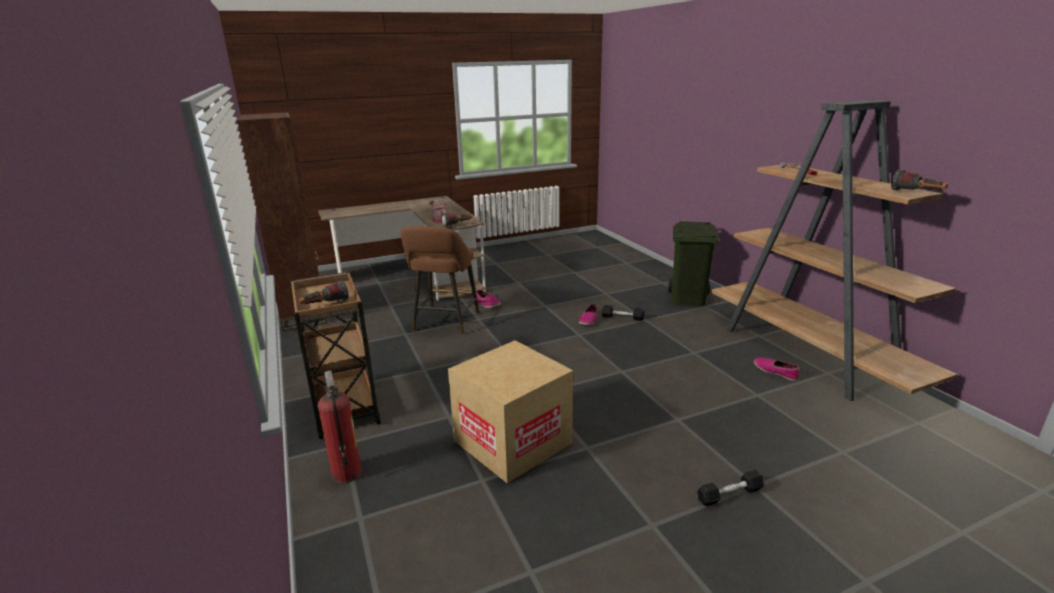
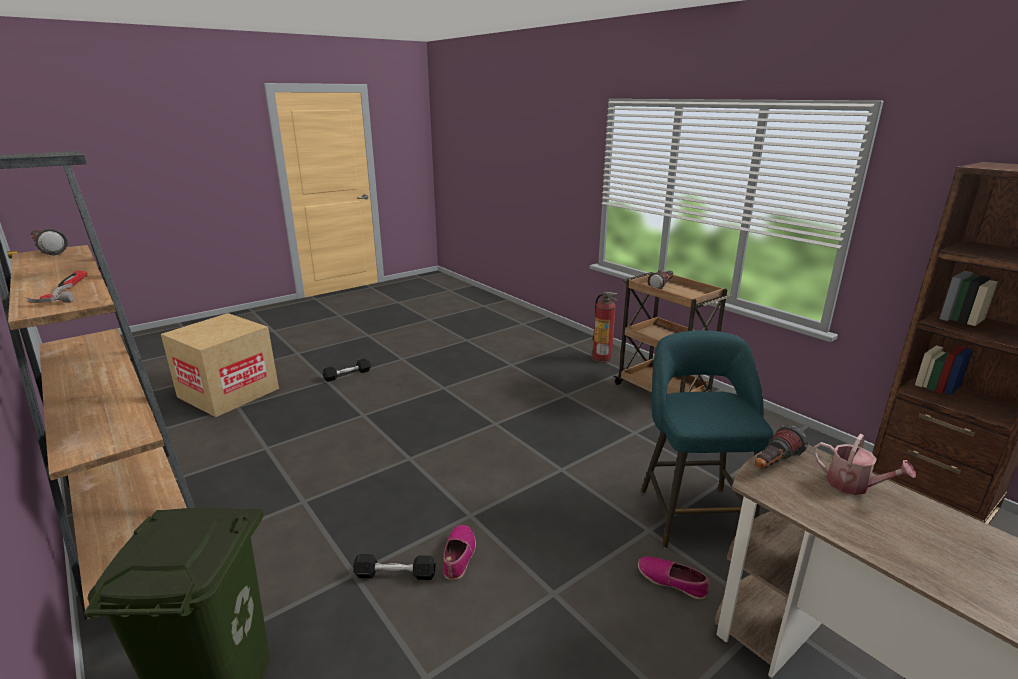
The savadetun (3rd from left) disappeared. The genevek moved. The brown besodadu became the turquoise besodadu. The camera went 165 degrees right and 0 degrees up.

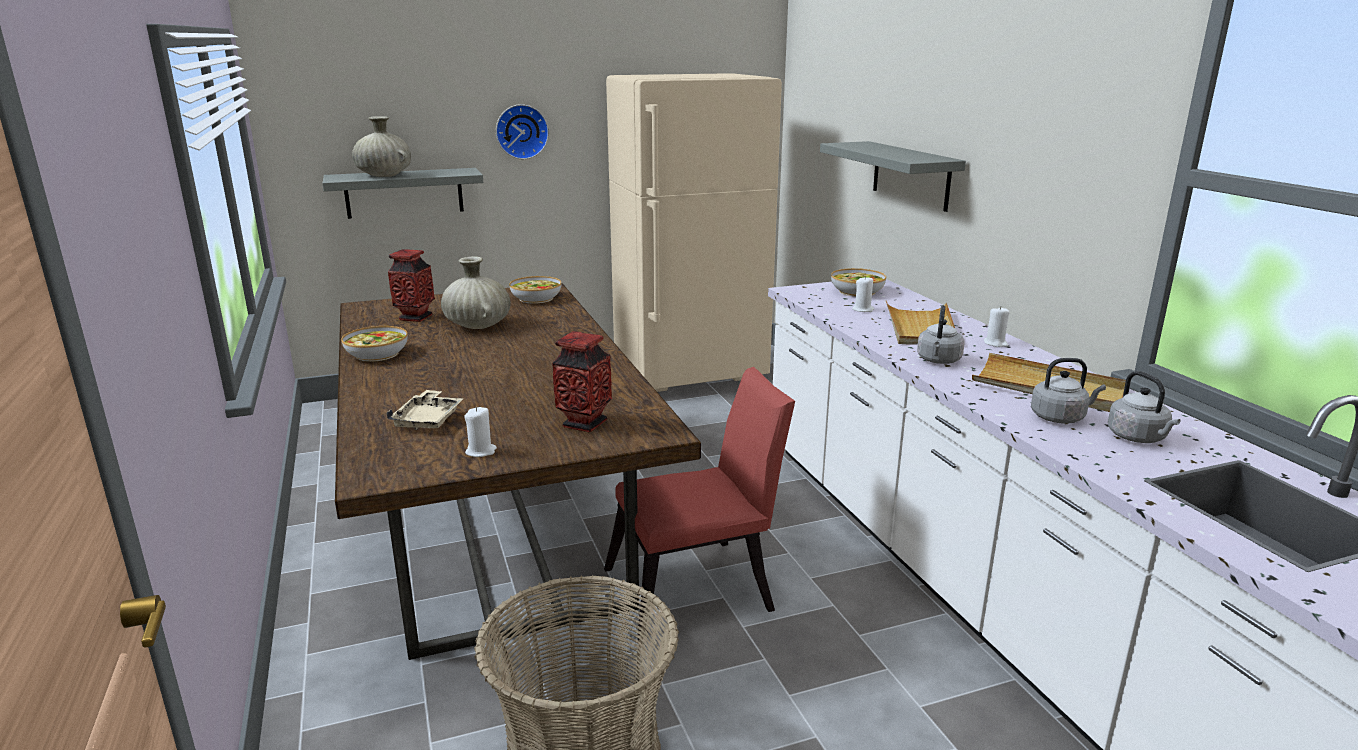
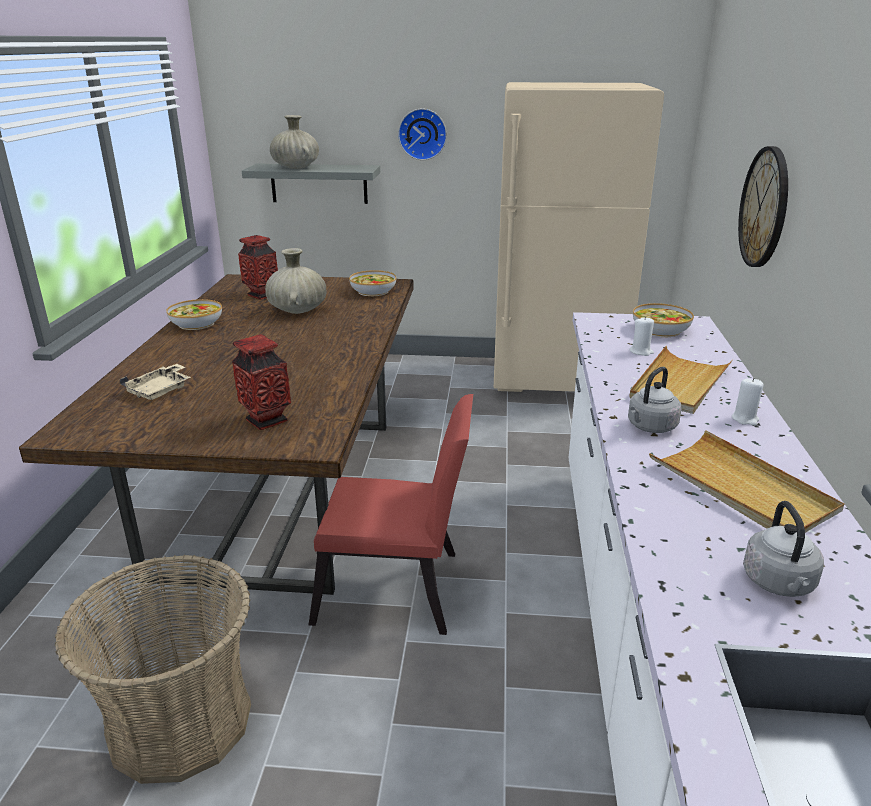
The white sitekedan (1st from left) disappeared. The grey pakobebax (2nd from left) disappeared. The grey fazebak (2nd from left) was replaced by the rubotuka (2nd from left). The camera went 25 degrees right and 5 degrees up.

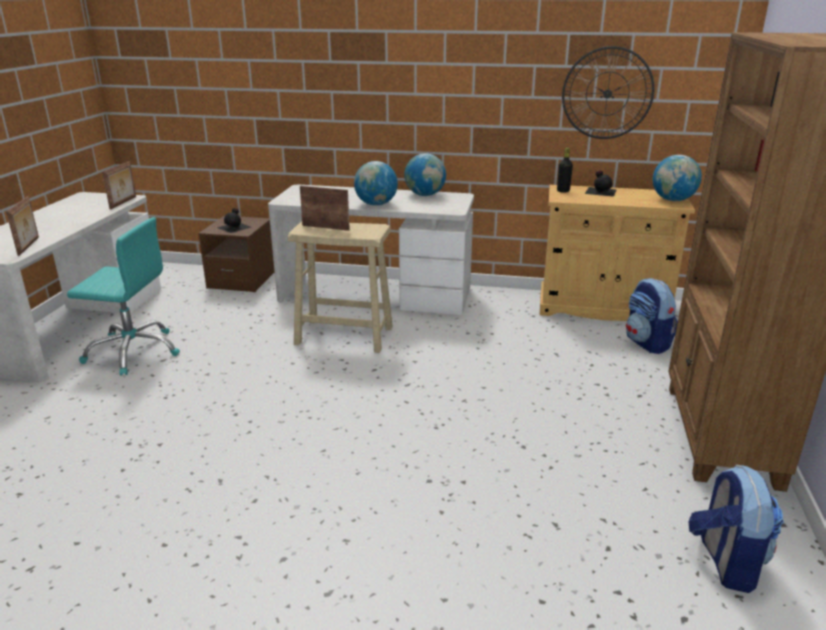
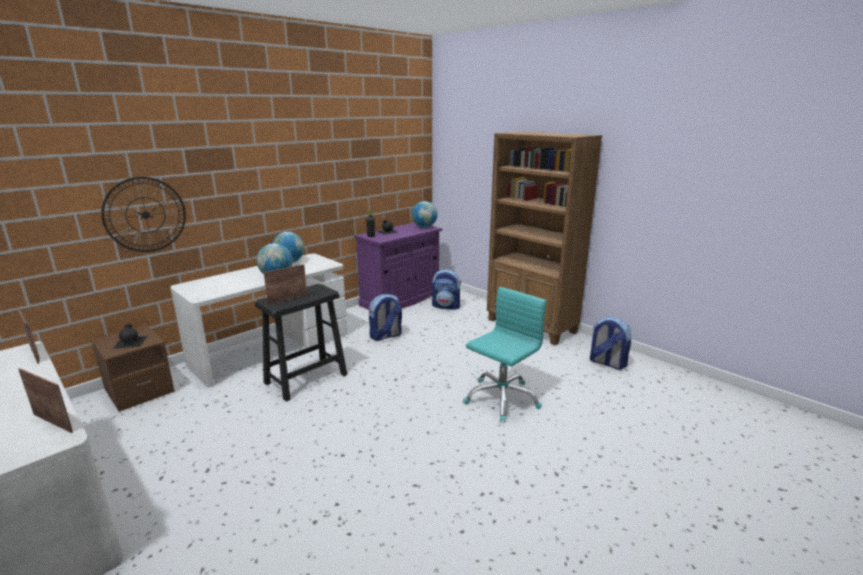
The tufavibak (1st from left) appeared. The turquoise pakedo moved. The rubotuka moved. The beige besodadu became the black besodadu. The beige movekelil became the purple movekelil. The camera went 55 degrees left and 5 degrees down.

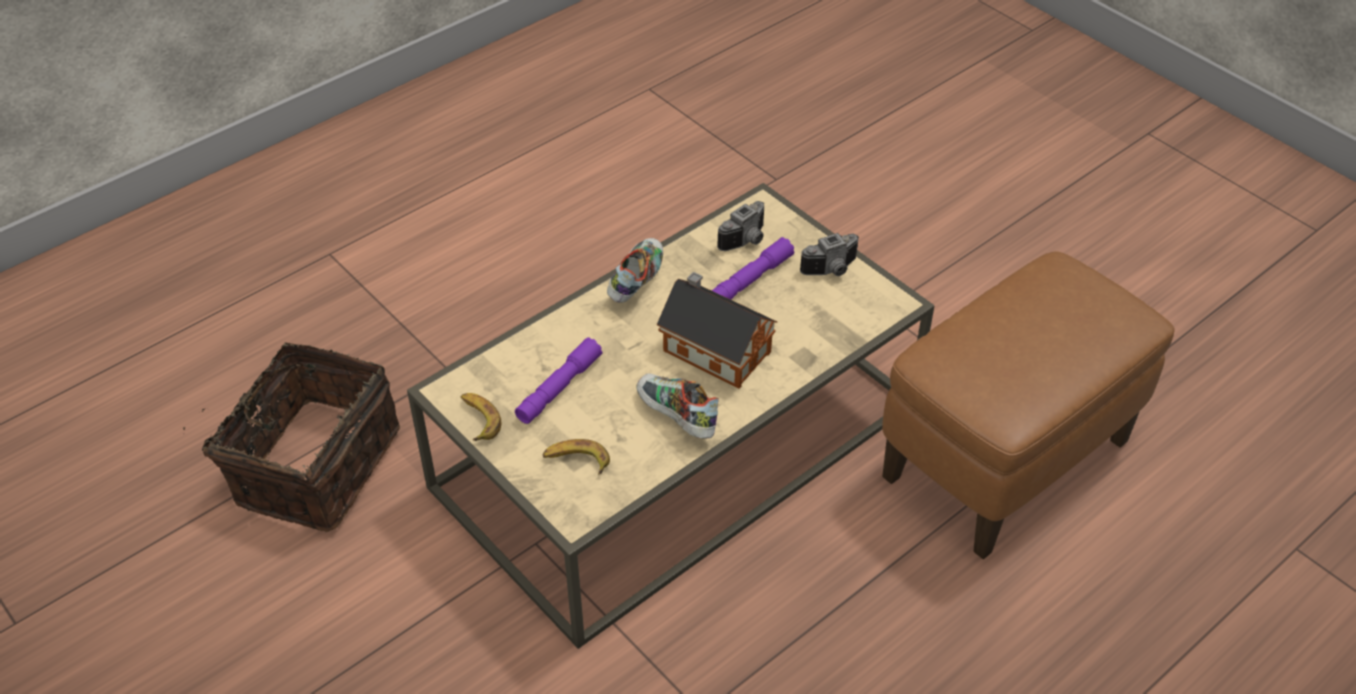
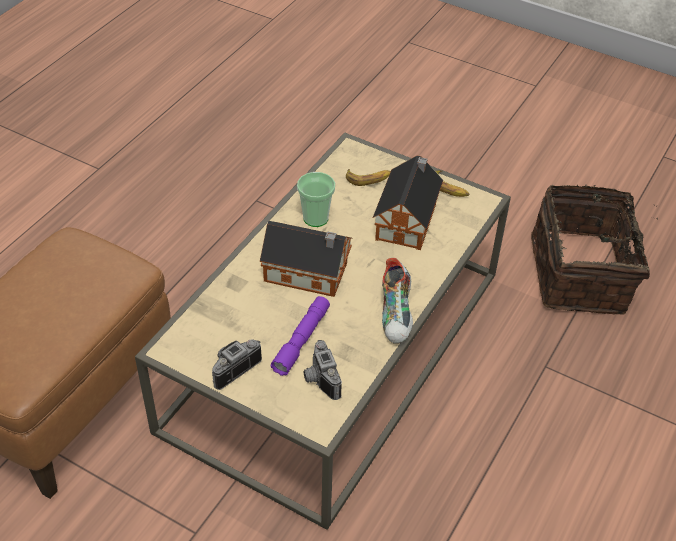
The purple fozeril (1st from left) was replaced by the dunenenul (2nd from left). The savadetun (2nd from left) was replaced by the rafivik. The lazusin (1st from left in the first image) turned 45 degrees counterclockwise. The camera went 160 degrees right and 0 degrees up.

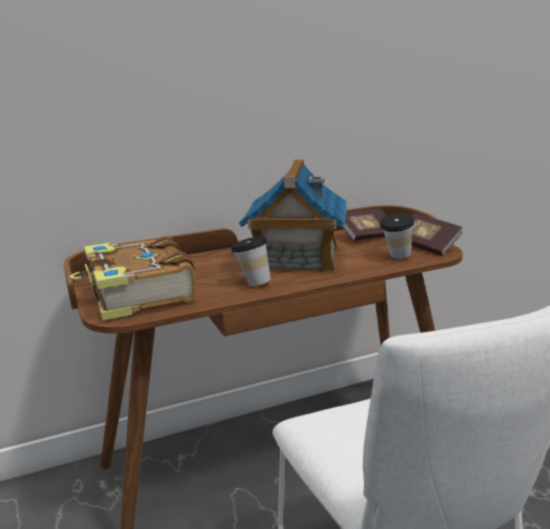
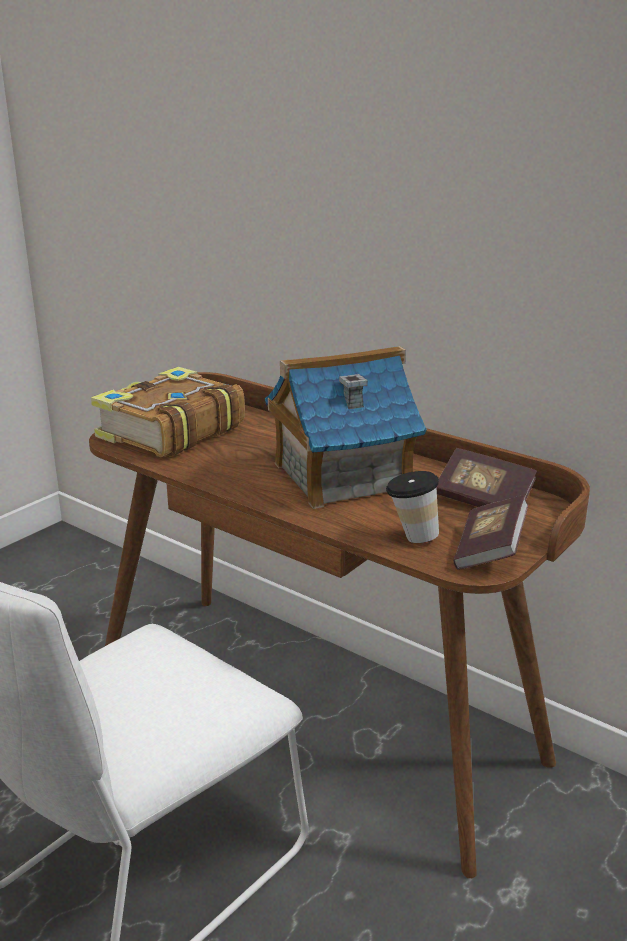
The rafivik (1st from left) disappeared. The camera went 60 degrees right and 5 degrees up.

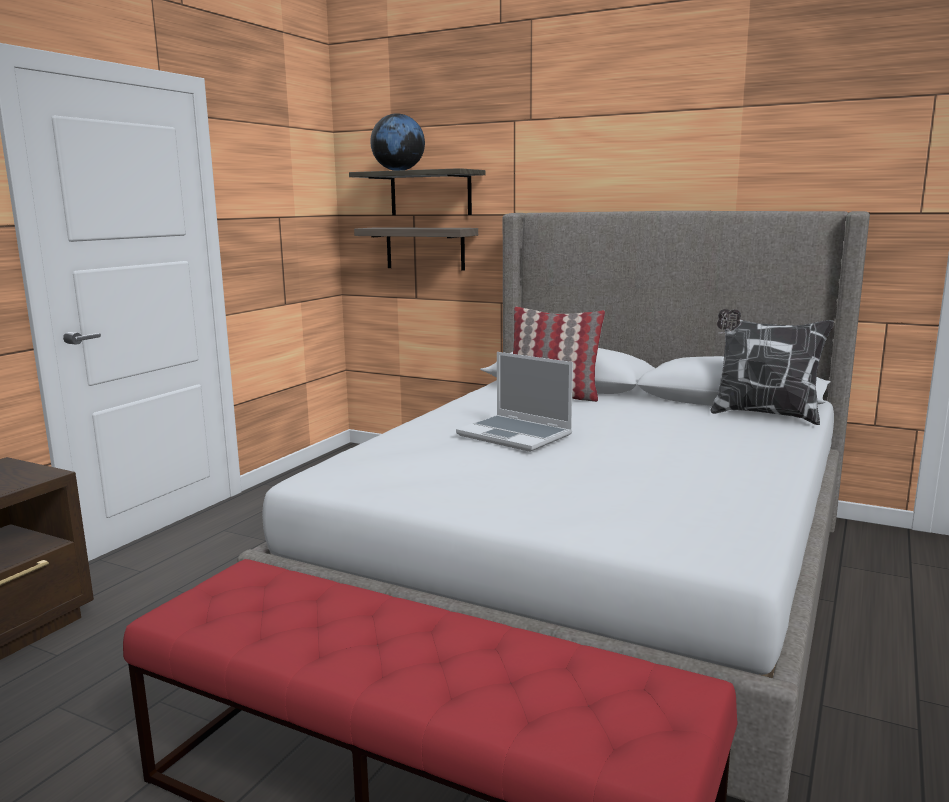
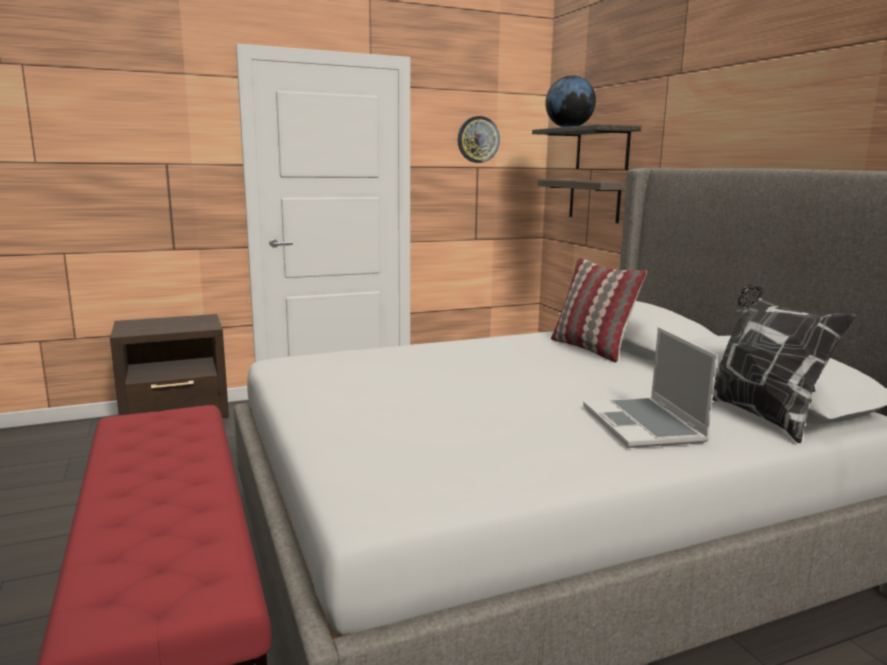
The rubotuka appeared. The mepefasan moved. The camera went 40 degrees right and 0 degrees up.

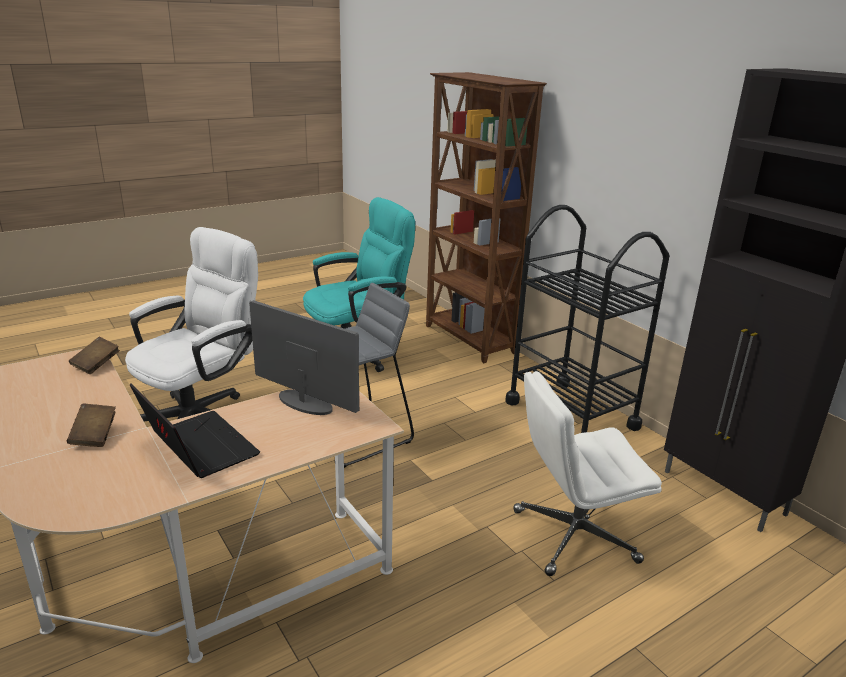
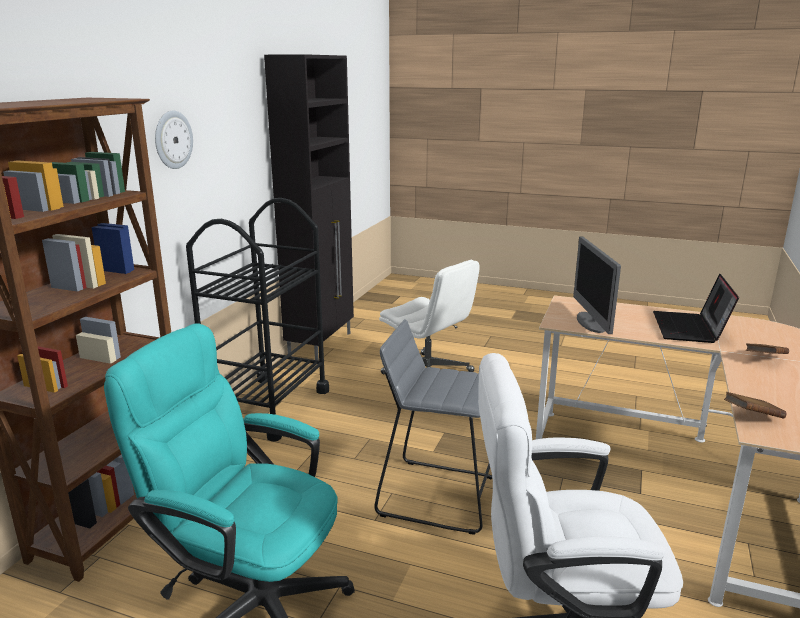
The rubotuka appeared. The camera went 125 degrees left and 5 degrees down.

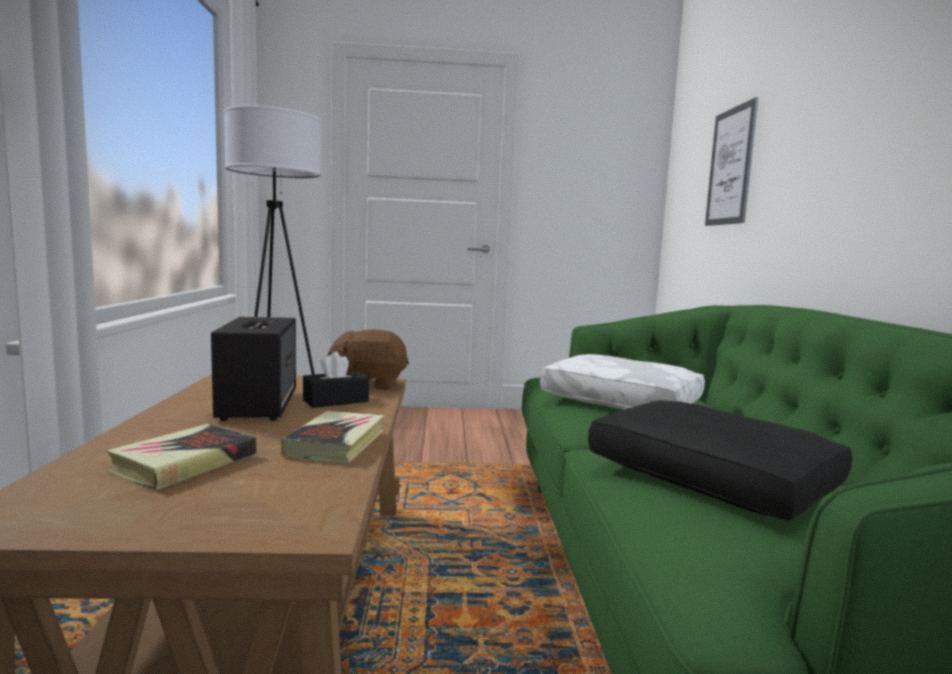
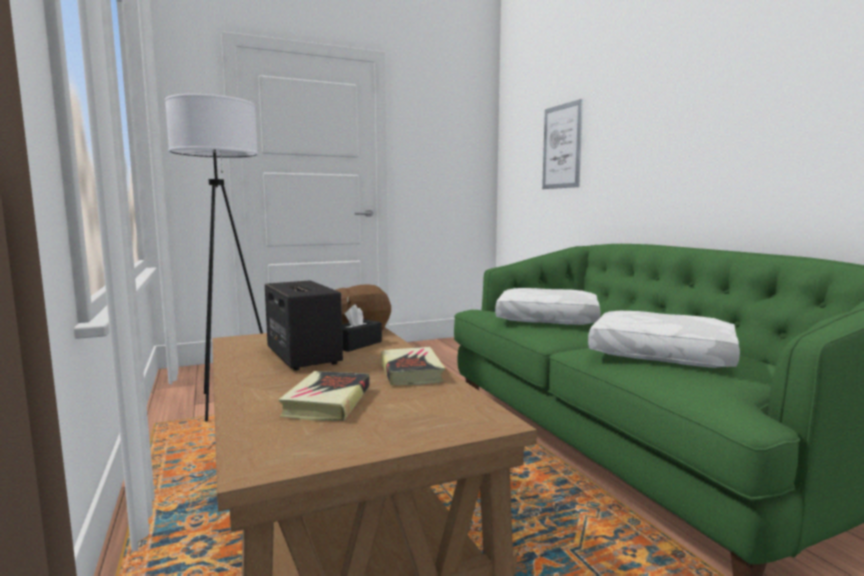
The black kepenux became the white kepenux (2nd from left). The camera went 20 degrees left and 0 degrees up.

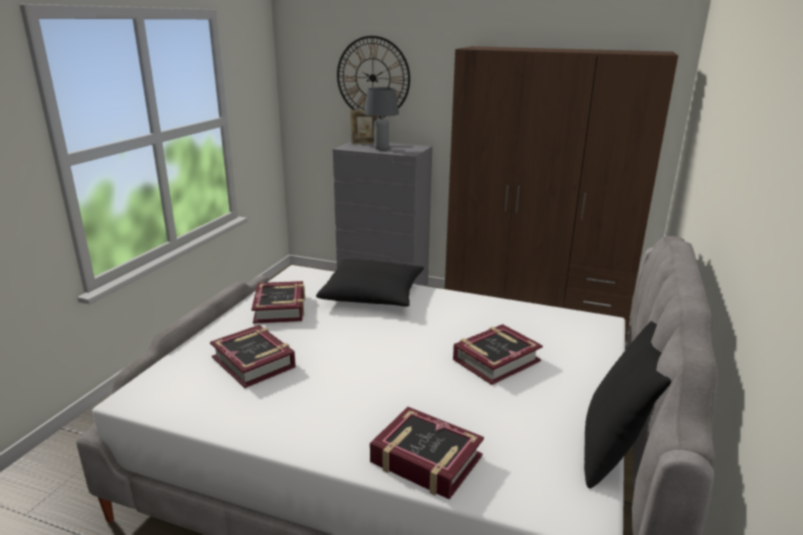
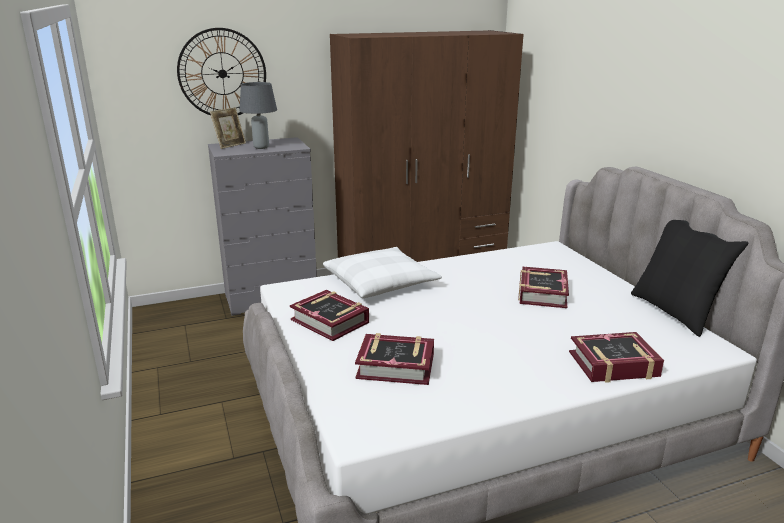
The black kepenux (1st from left) became the white kepenux. The camera went 40 degrees left and 0 degrees up.

